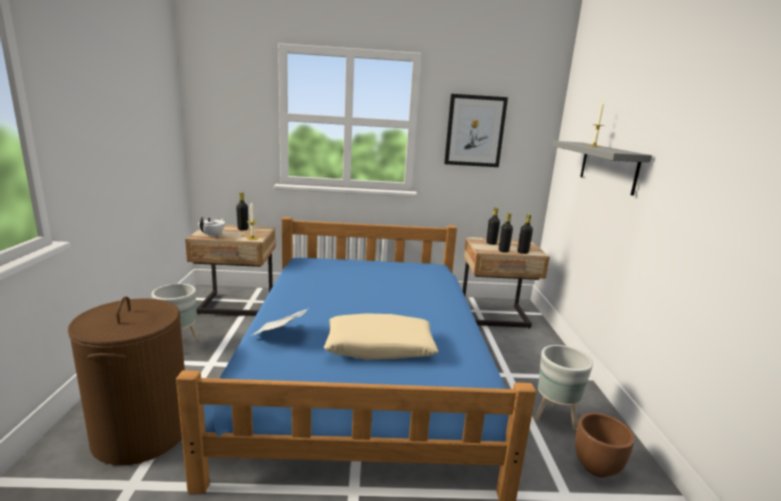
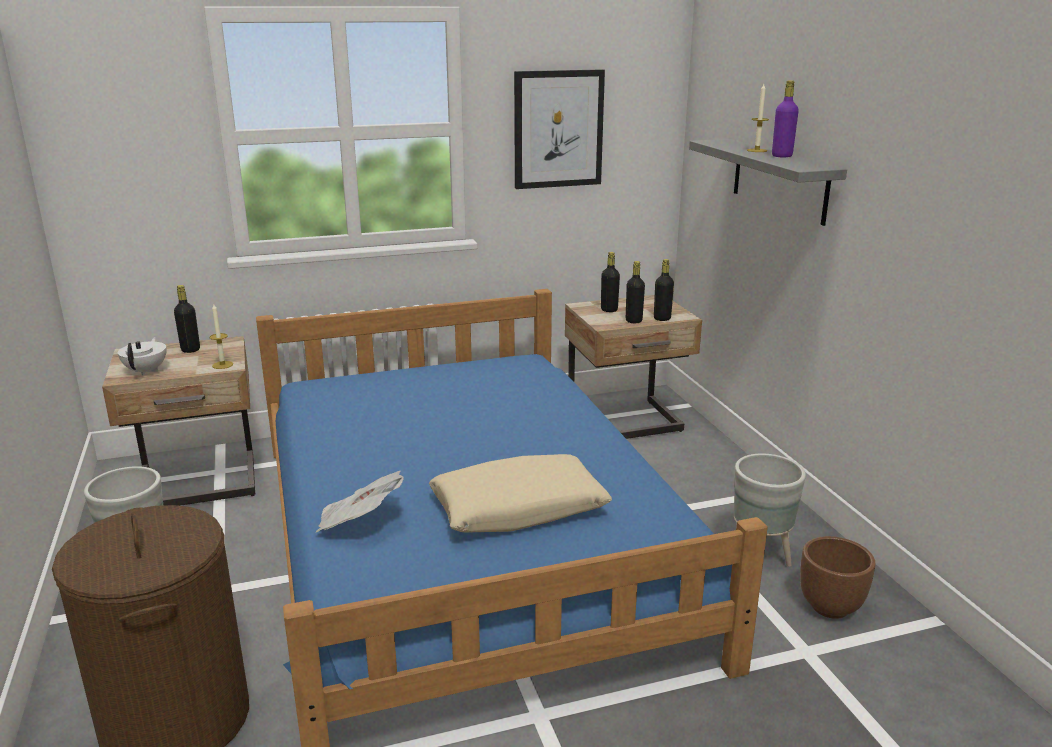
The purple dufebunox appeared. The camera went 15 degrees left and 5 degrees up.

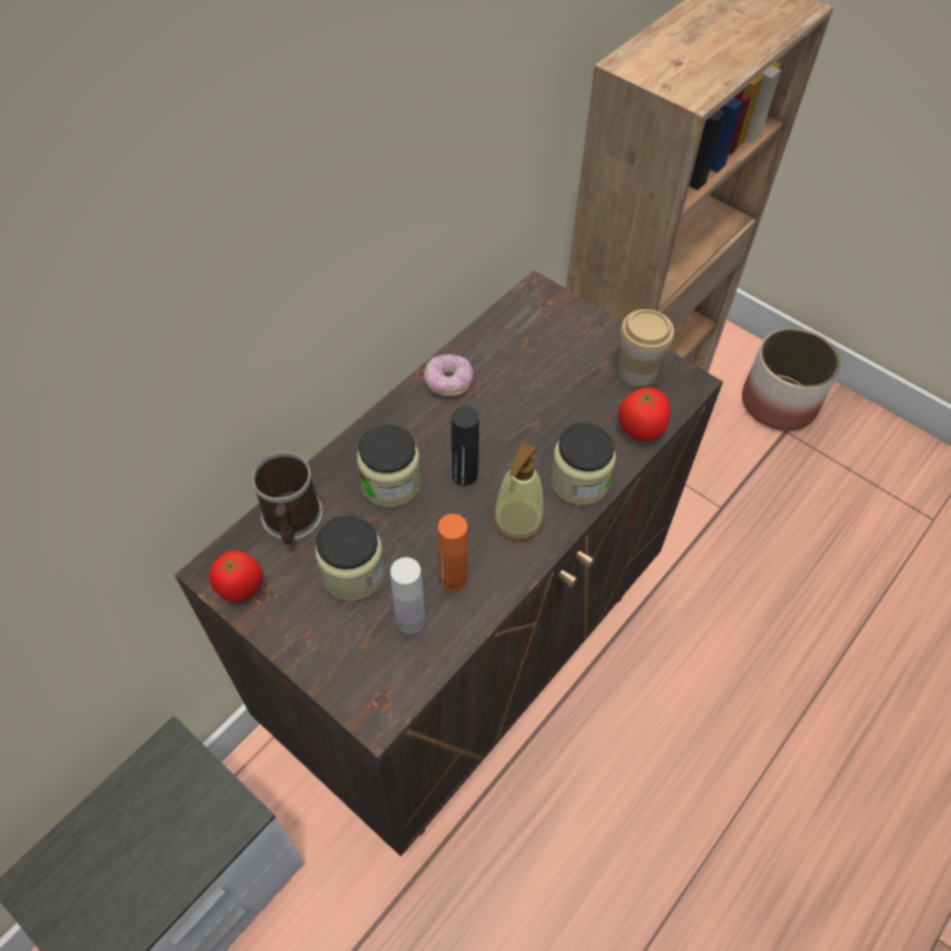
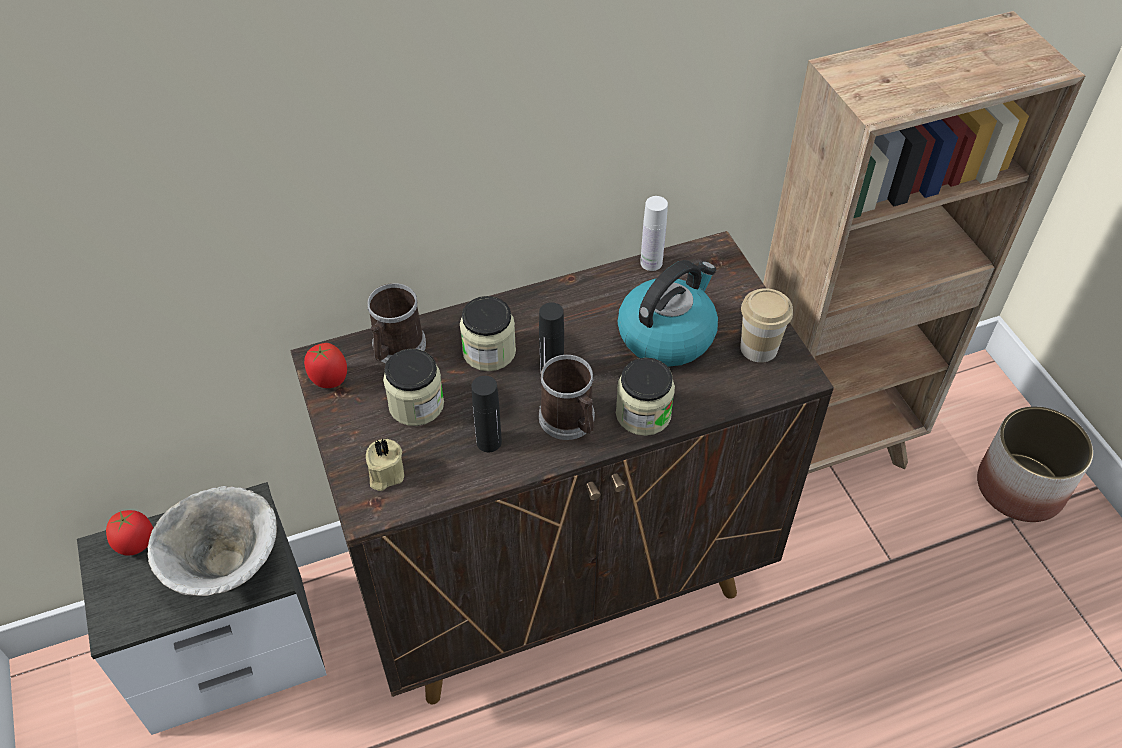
The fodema disappeared. The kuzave appeared. The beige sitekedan appeared. The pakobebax appeared. The white dufebunox moved. The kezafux (2nd from left in the first image) moved. The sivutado was replaced by the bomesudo (2nd from left). The orange dufebunox became the black dufebunox (1st from left). The camera went 30 degrees right and 5 degrees down.

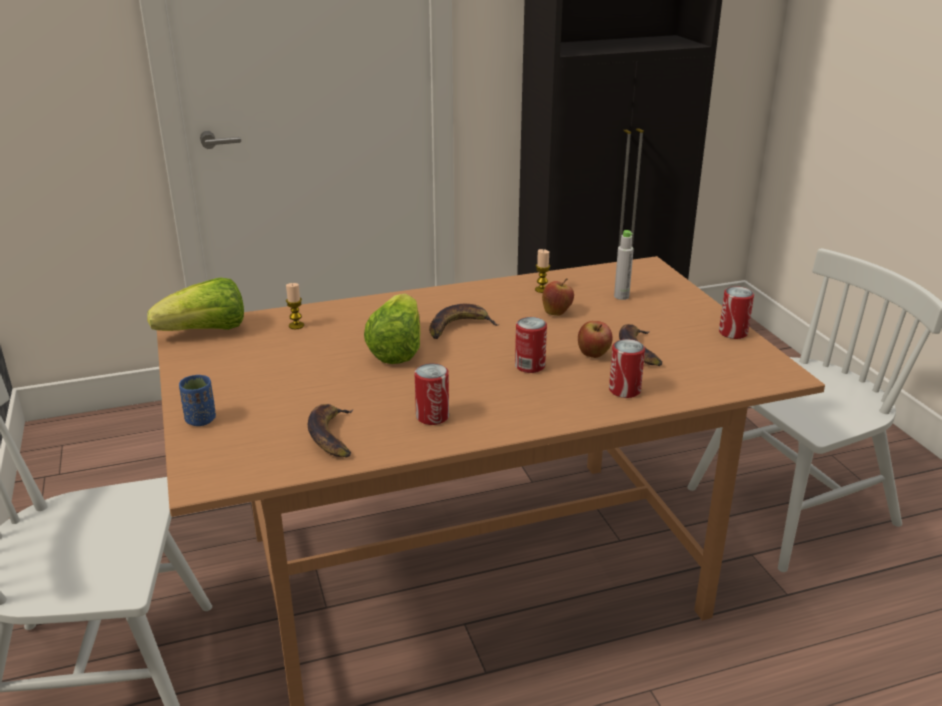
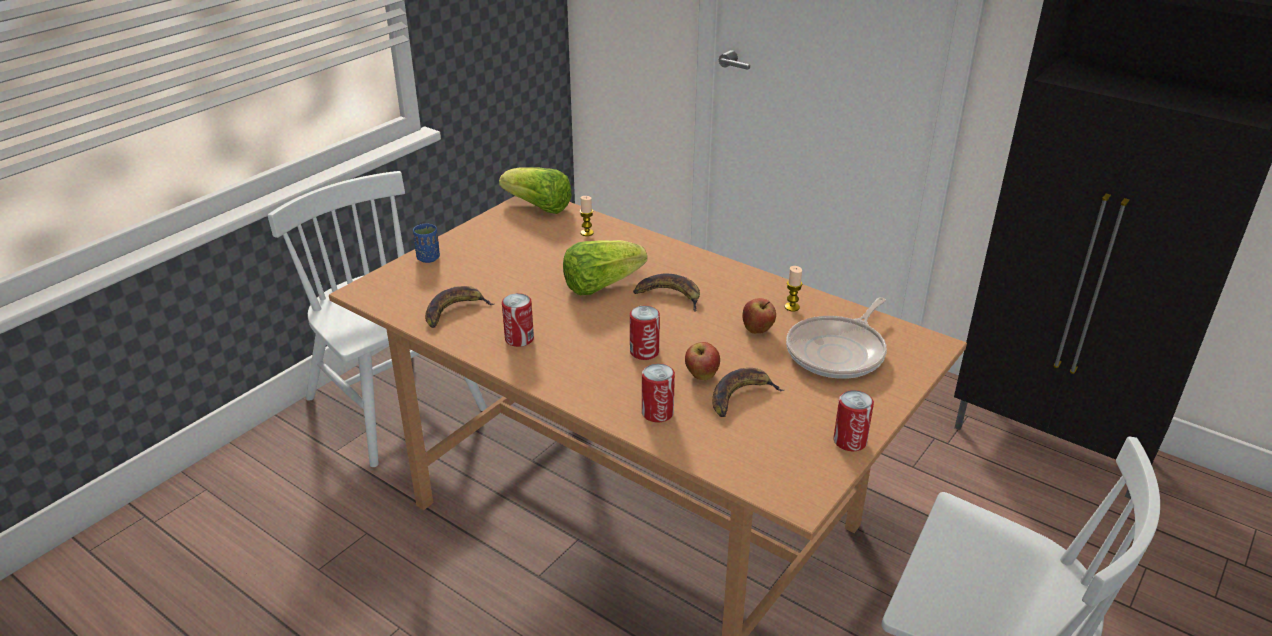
The grey dufebunox was replaced by the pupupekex. The camera went 55 degrees right and 5 degrees up.

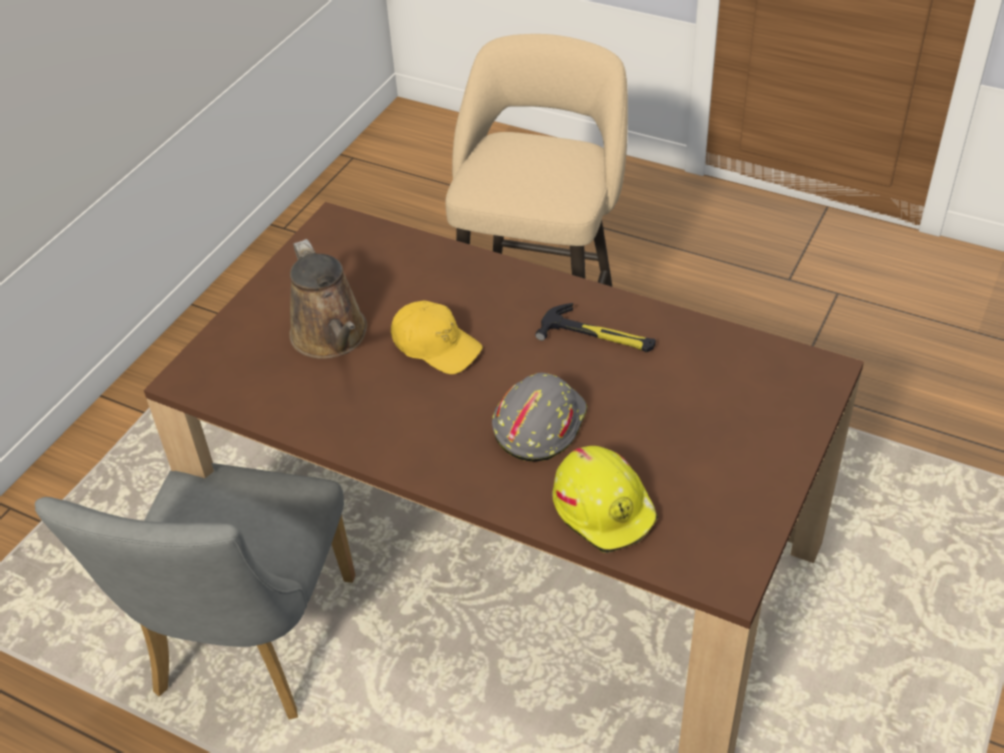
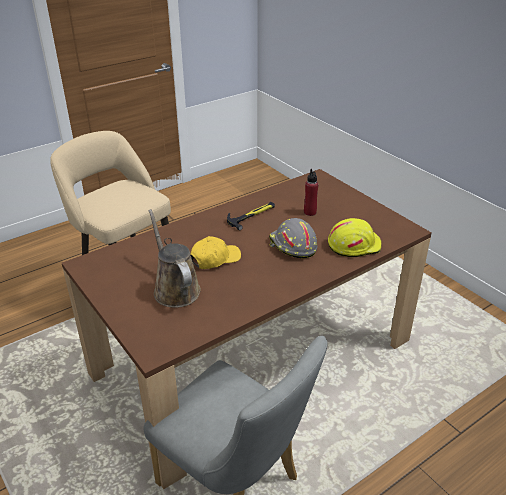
The red dufebunox appeared. The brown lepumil turned 120 degrees counterclockwise. The camera went 65 degrees left and 10 degrees down.

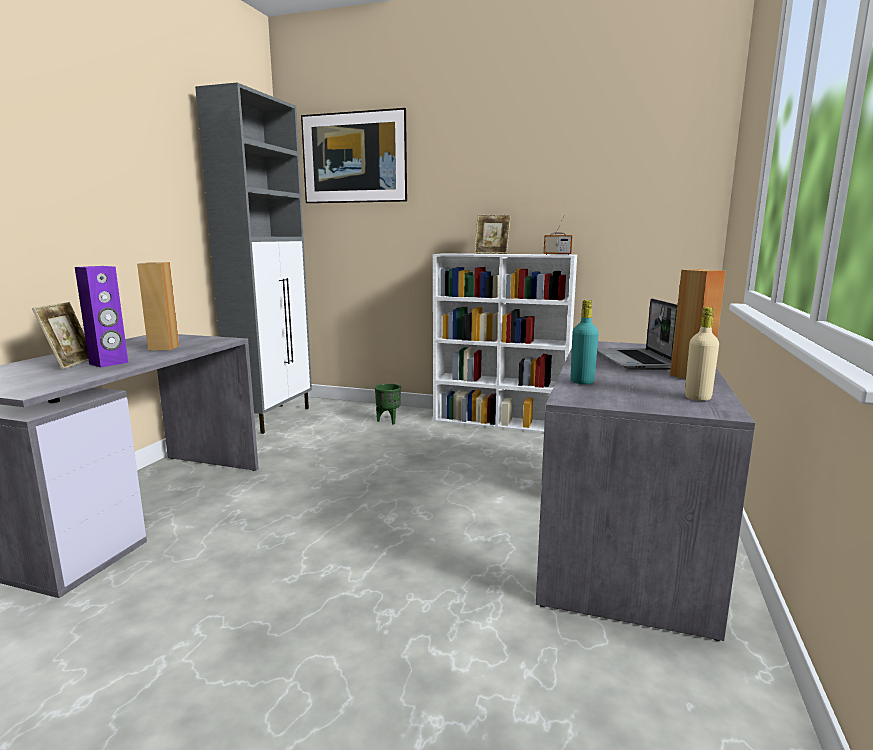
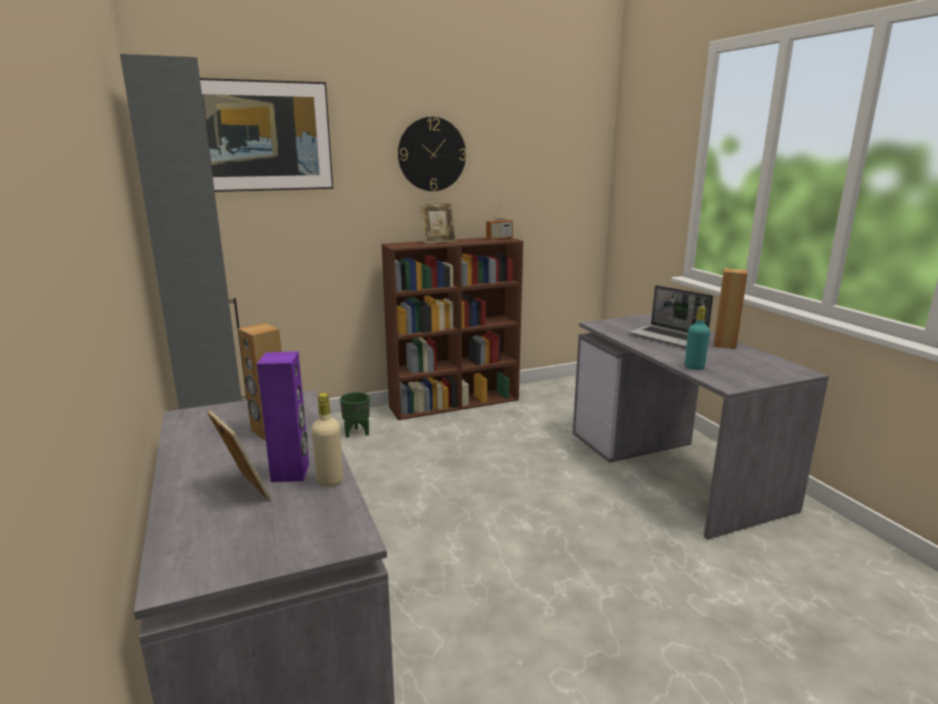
The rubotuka appeared. The beige dufebunox moved. The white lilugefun became the brown lilugefun. The camera went 40 degrees left and 5 degrees up.

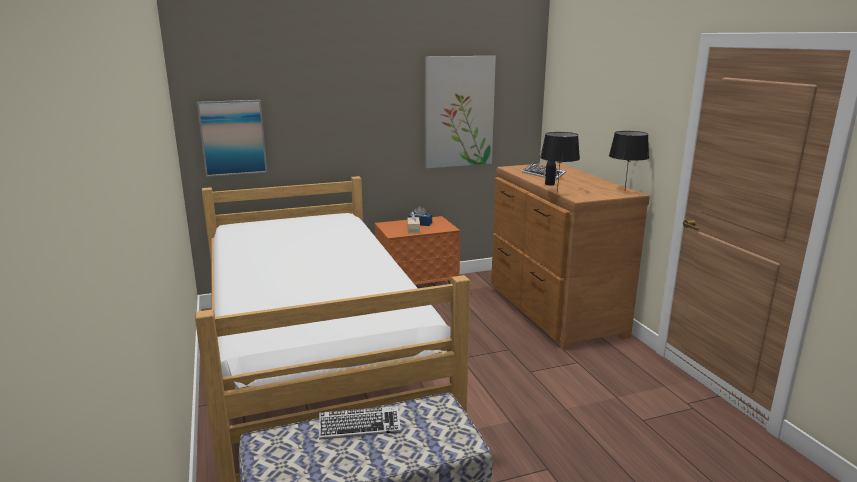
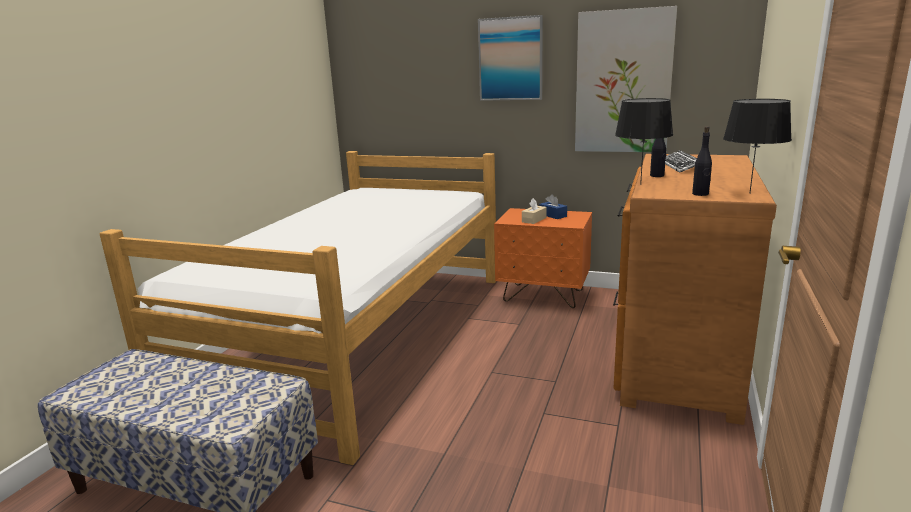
The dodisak (1st from left) disappeared. The black dufebunox (2nd from left) appeared. The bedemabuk (1st from left) moved. The camera went 40 degrees right and 0 degrees up.

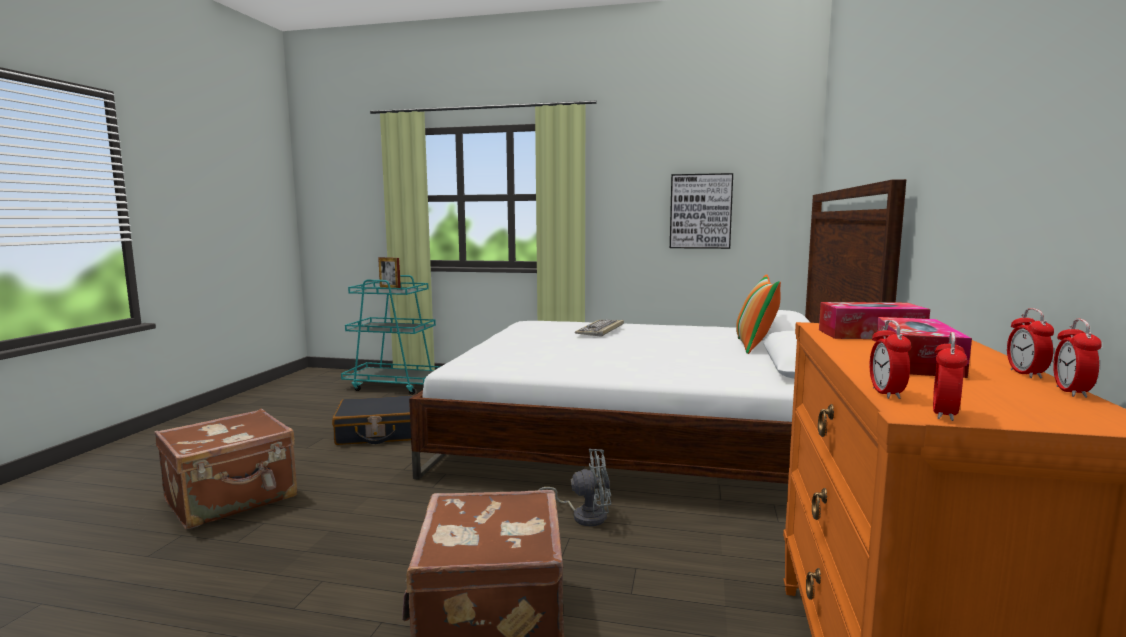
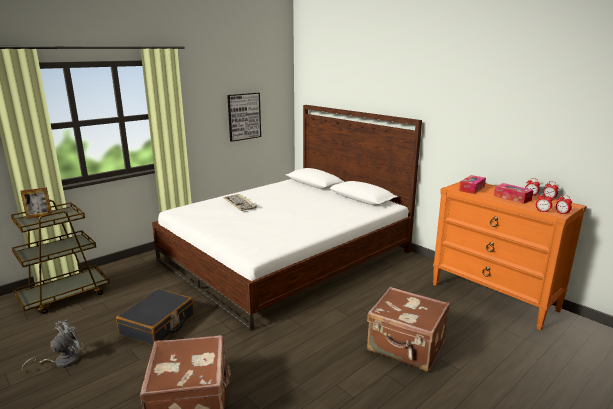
The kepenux disappeared. The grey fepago moved. The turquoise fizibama became the brown fizibama. The camera went 55 degrees left and 10 degrees up.

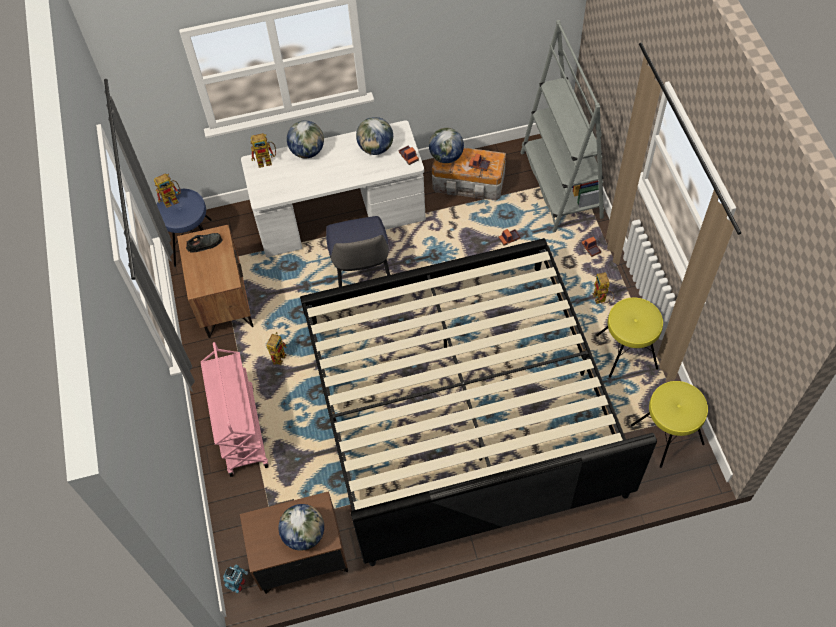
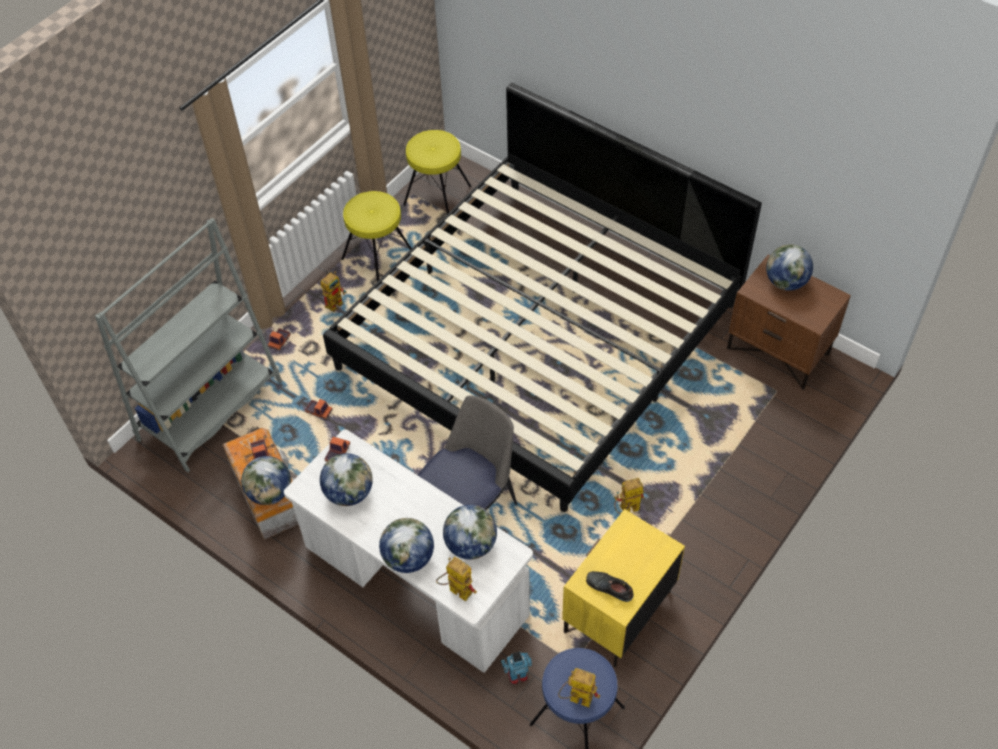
The pink fizibama disappeared. The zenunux (4th from left) appeared. The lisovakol (2nd from left in the first image) moved. The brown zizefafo (1st from left) became the yellow zizefafo. The camera went 130 degrees left and 5 degrees down.

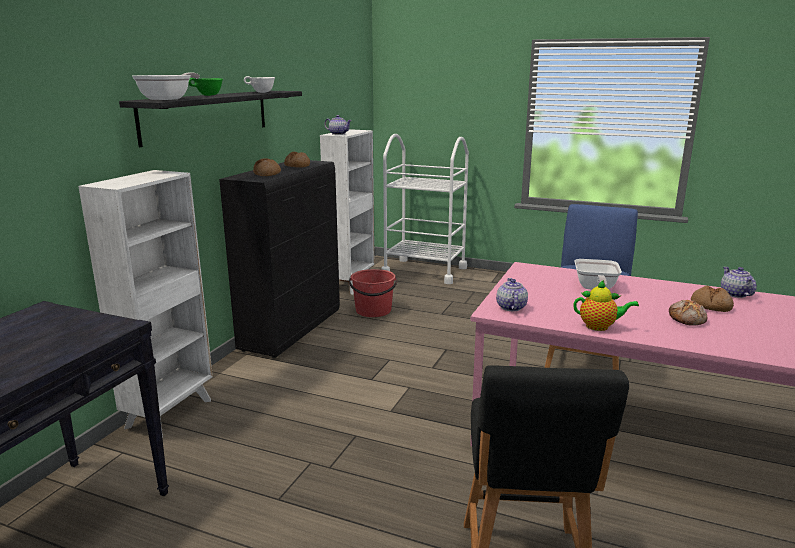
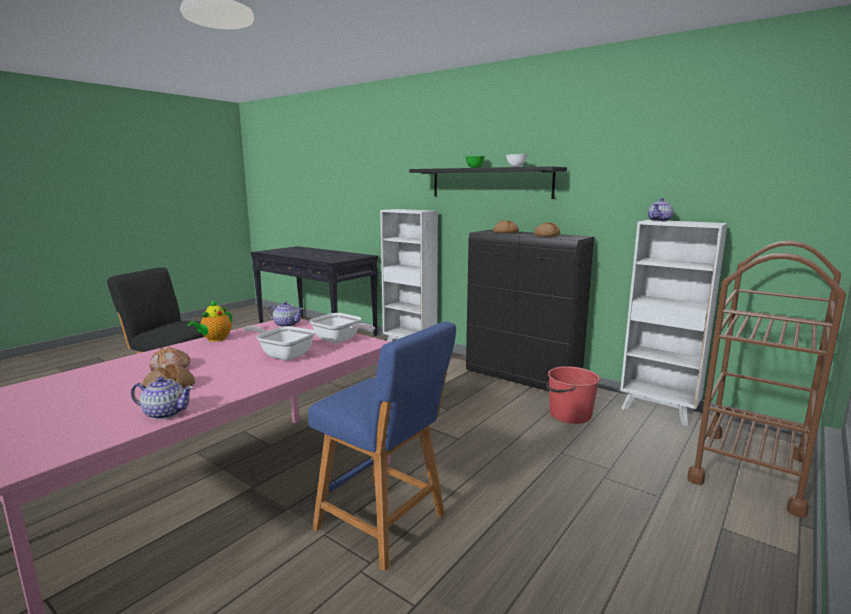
The pupupekex (1st from left in the first image) moved. The white fizibama became the brown fizibama. The camera went 105 degrees right and 5 degrees down.

